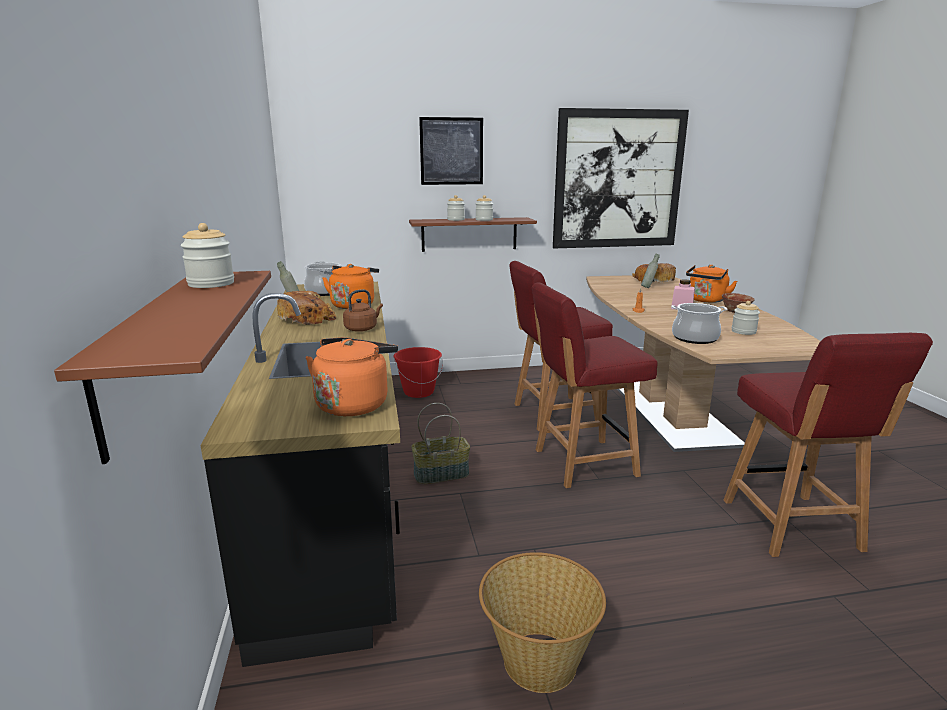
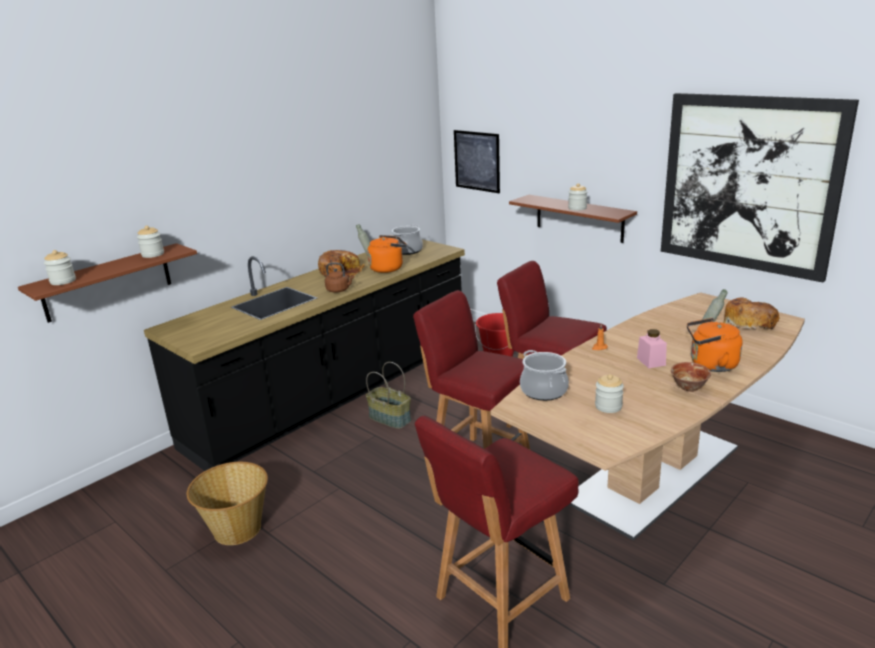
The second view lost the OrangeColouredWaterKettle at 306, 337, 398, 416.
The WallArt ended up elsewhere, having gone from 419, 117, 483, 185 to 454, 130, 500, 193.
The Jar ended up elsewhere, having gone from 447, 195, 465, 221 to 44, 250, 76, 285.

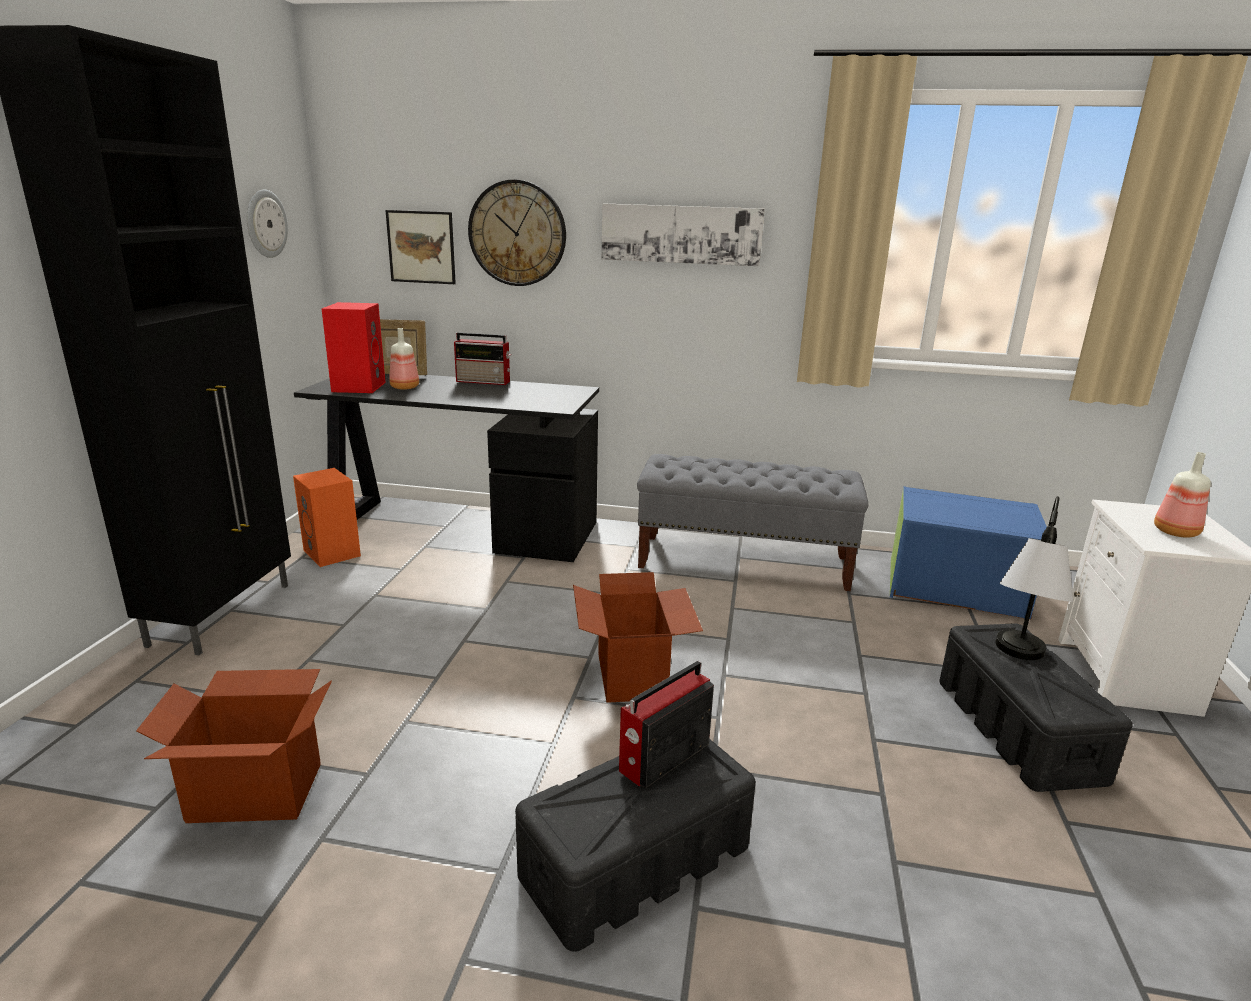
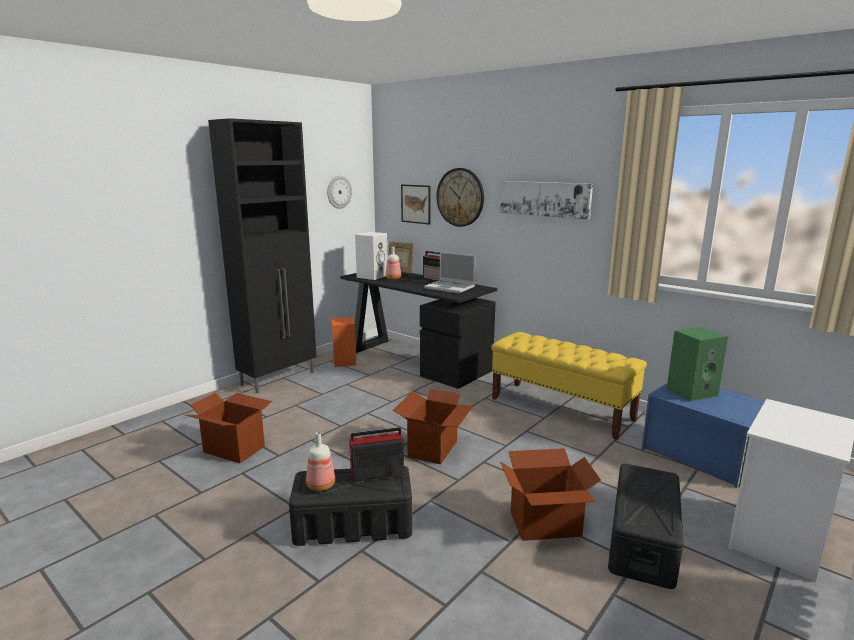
What was the RedColouredAudioSpeaker at 322, 302, 386, 393 turned into the WhiteColouredAudioSpeaker at 355, 232, 387, 280.
What was the GreyLongSeat at 637, 454, 868, 591 turned into the YellowColouredLongSeat at 491, 332, 647, 440.
The second view lost the LampForATable at 995, 496, 1073, 660.
The BeverageBottle ended up elsewhere, having gone from 1154, 452, 1211, 538 to 306, 432, 335, 491.
The second view gained the NotebookComputer at 424, 252, 475, 293.
The second view gained the CardboardBox at 500, 448, 601, 541.
The second view gained the GreenAudioSpeaker at 667, 327, 728, 402.

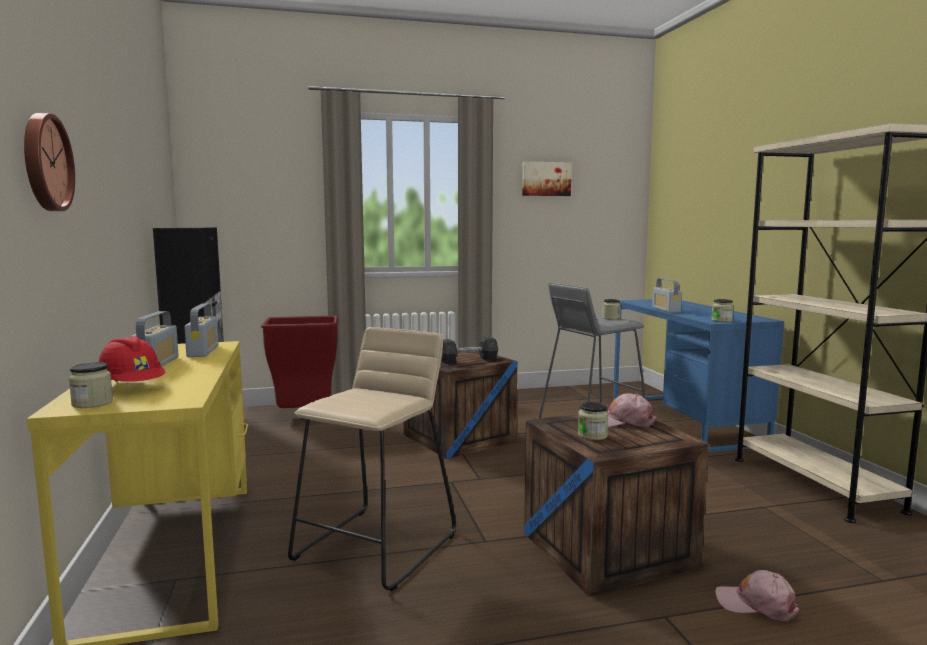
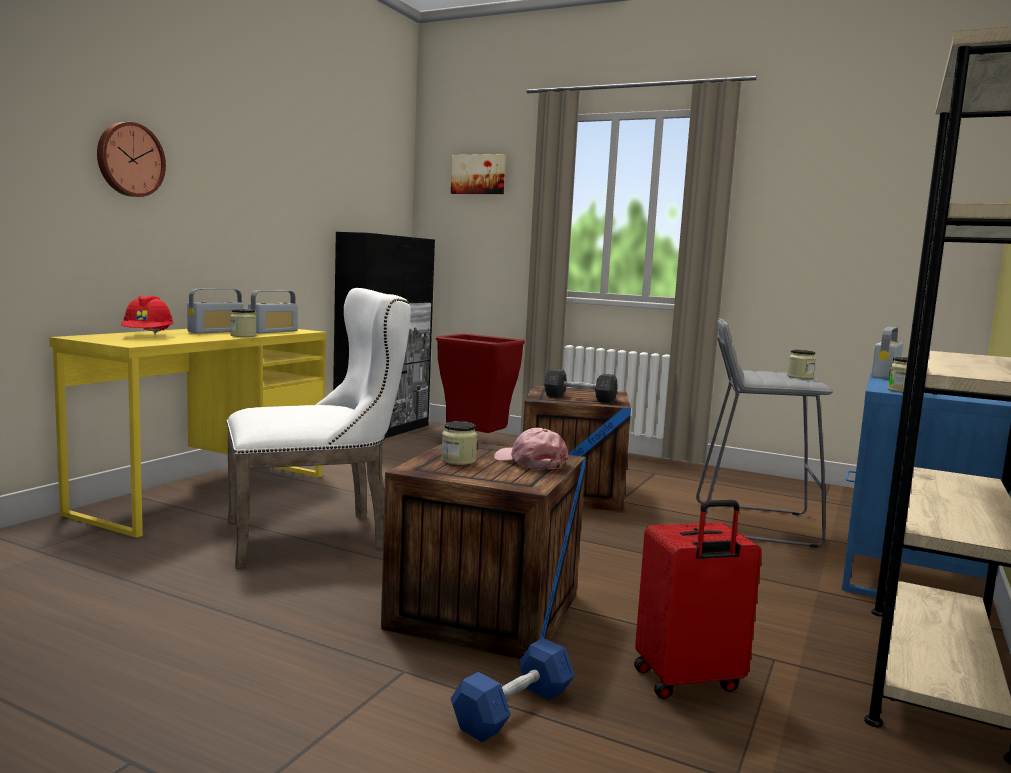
The Jar ended up elsewhere, having gone from 69, 362, 113, 408 to 230, 309, 256, 337.
Where the BeigeColouredStool stood at 288, 327, 456, 591, the WhiteColouredChair came to stand at 226, 288, 411, 569.
The WallArt ended up elsewhere, having gone from 522, 161, 572, 196 to 451, 154, 506, 194.
Where the PinkBaseballCap stood at 715, 570, 799, 621, the BlueDumbbell came to stand at 450, 638, 575, 743.
The second view gained the RedColouredTravelCase at 634, 500, 762, 699.

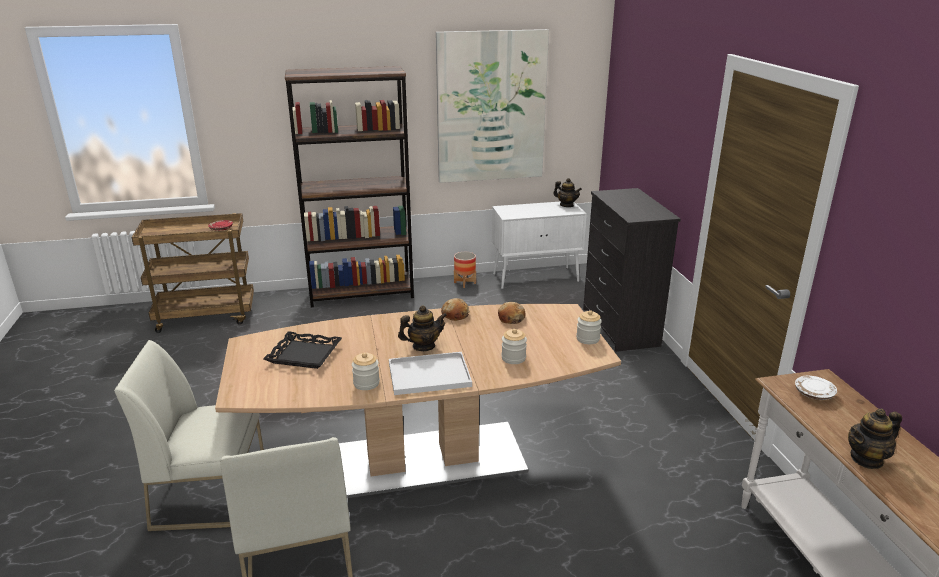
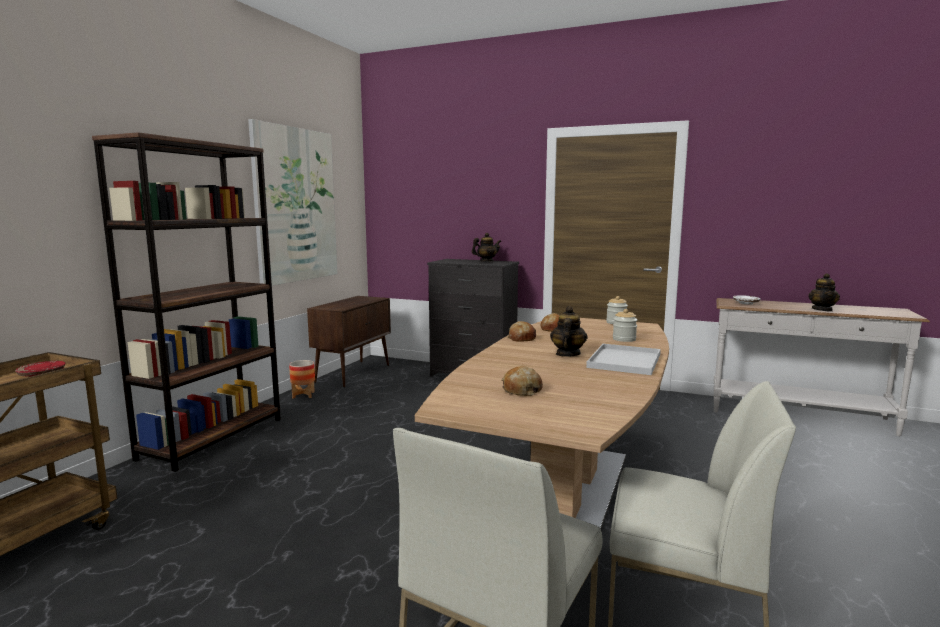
Where the BlackCarryingTray stood at 263, 331, 342, 369, the BakeryBread came to stand at 501, 366, 543, 396.
The second view lost the Jar at 352, 353, 380, 390.
What was the WhiteColouredStorageCabinet at 492, 202, 587, 289 turned into the BrownStorageCabinet at 307, 296, 391, 388.
The TeaPot ended up elsewhere, having gone from 553, 178, 582, 207 to 472, 233, 501, 261.

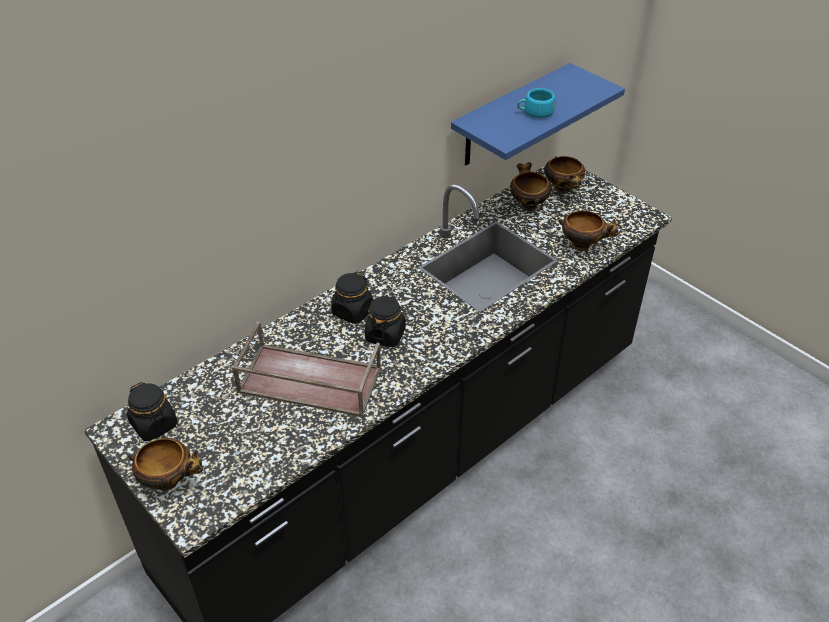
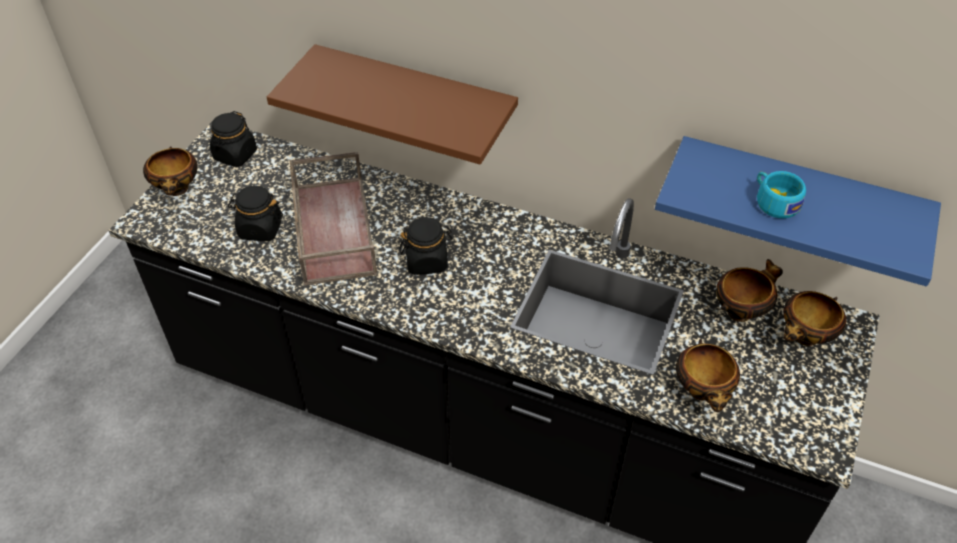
The BlackJar ended up elsewhere, having gone from 331, 272, 373, 324 to 228, 185, 283, 241.
The second view gained the BrownWallShelf at 267, 44, 518, 165.

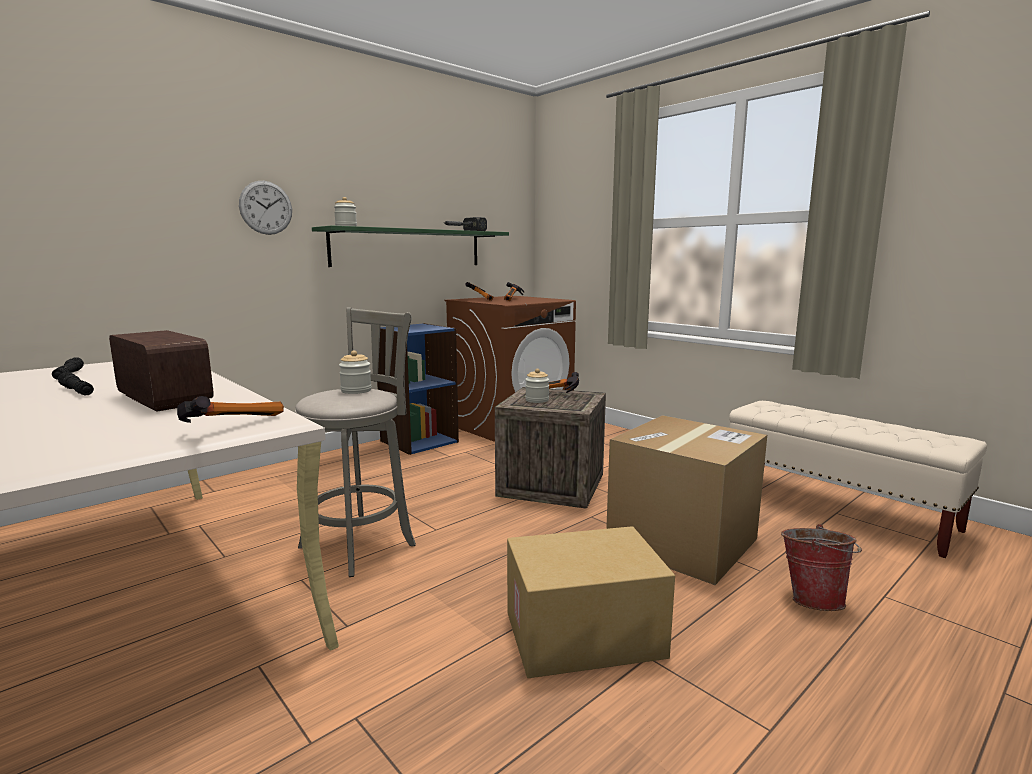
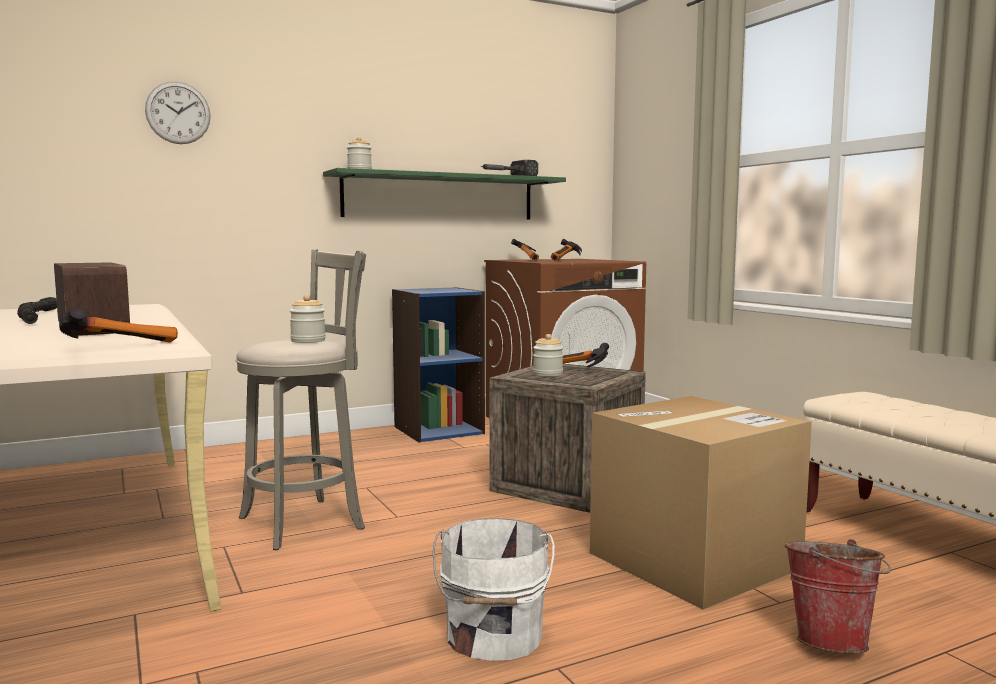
The WallClock ended up elsewhere, having gone from 239, 181, 292, 235 to 145, 81, 211, 144.
Where the CardboardBox stood at 507, 526, 675, 678, the WhiteColouredWaterBucket came to stand at 433, 518, 555, 661.

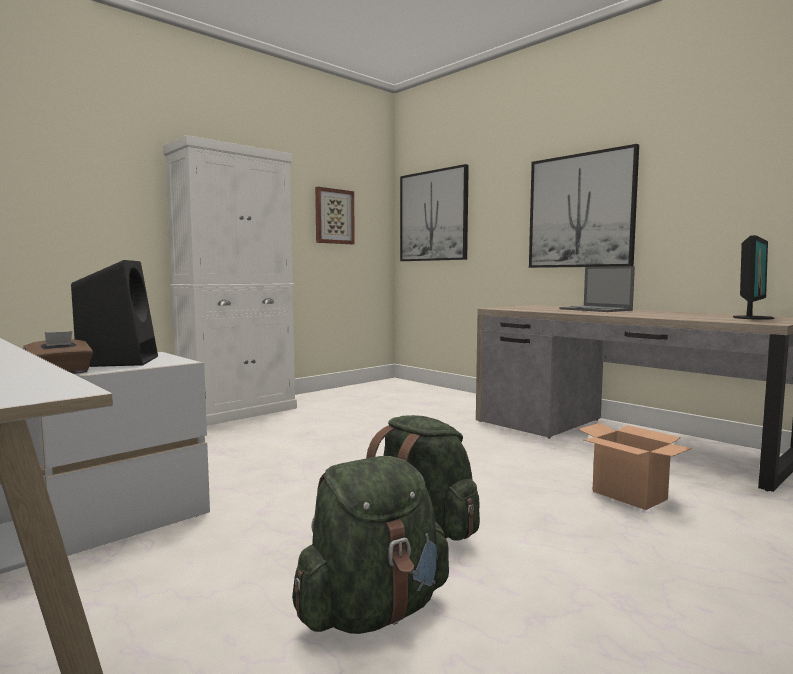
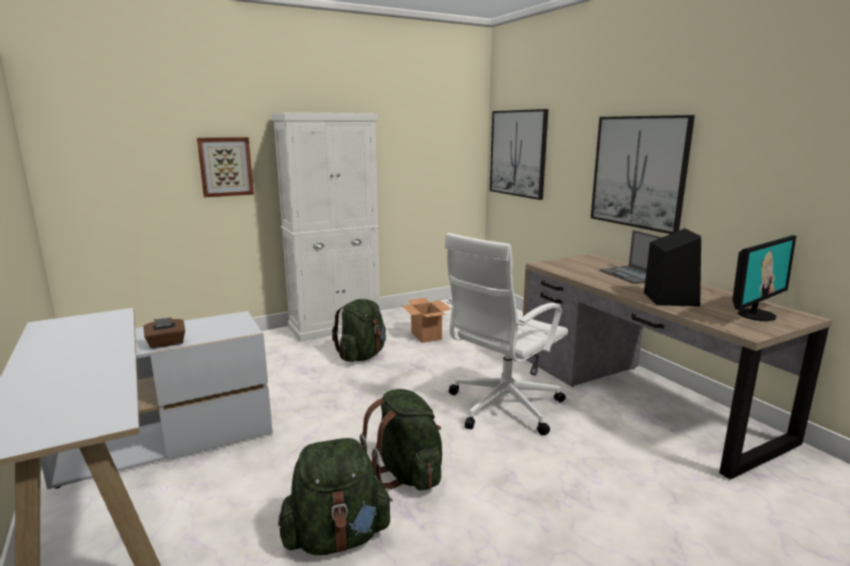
The BlackAudioSpeaker ended up elsewhere, having gone from 71, 260, 158, 367 to 644, 228, 701, 306.
The WallArt ended up elsewhere, having gone from 315, 187, 355, 244 to 197, 137, 254, 197.
The CardboardBox ended up elsewhere, having gone from 579, 423, 692, 510 to 402, 298, 451, 343.
The second view gained the GreenBackpack at 332, 299, 386, 362.
The second view gained the WhiteColouredOfficeChair at 445, 233, 568, 435.

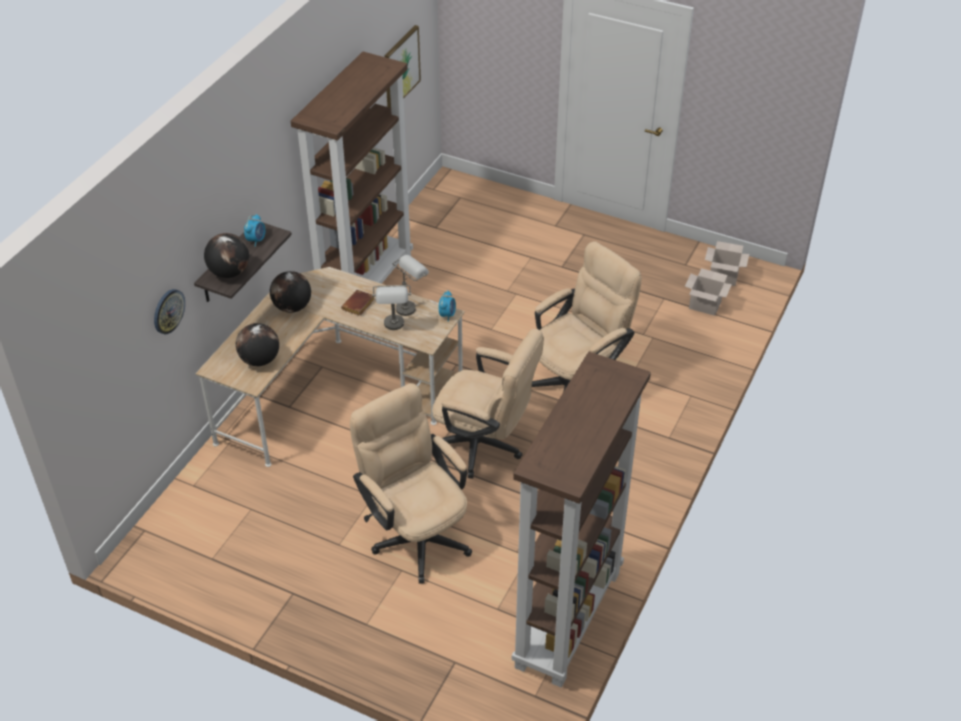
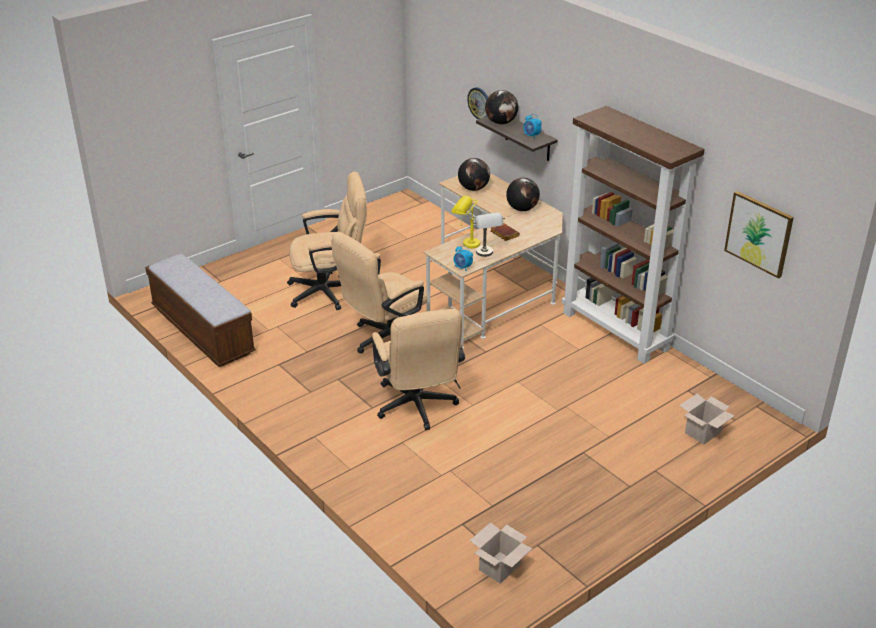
What was the GreyLampForATable at 372, 285, 411, 330 turned into the YellowColouredLampForATable at 451, 196, 480, 248.
Where the BrownShelvingUnit stood at 512, 352, 651, 688, the LongSeat came to stand at 145, 254, 256, 367.
The CardboardBox ended up elsewhere, having gone from 685, 268, 732, 316 to 679, 394, 735, 444.

